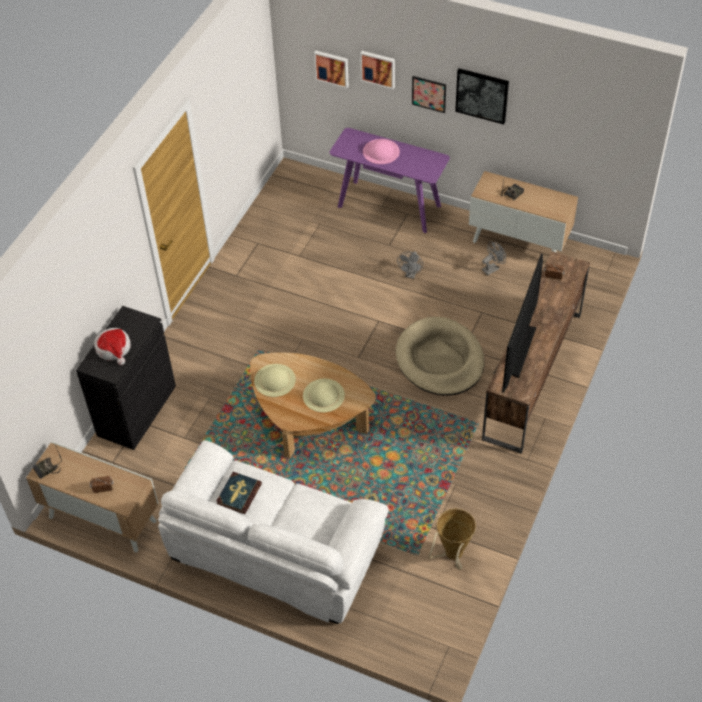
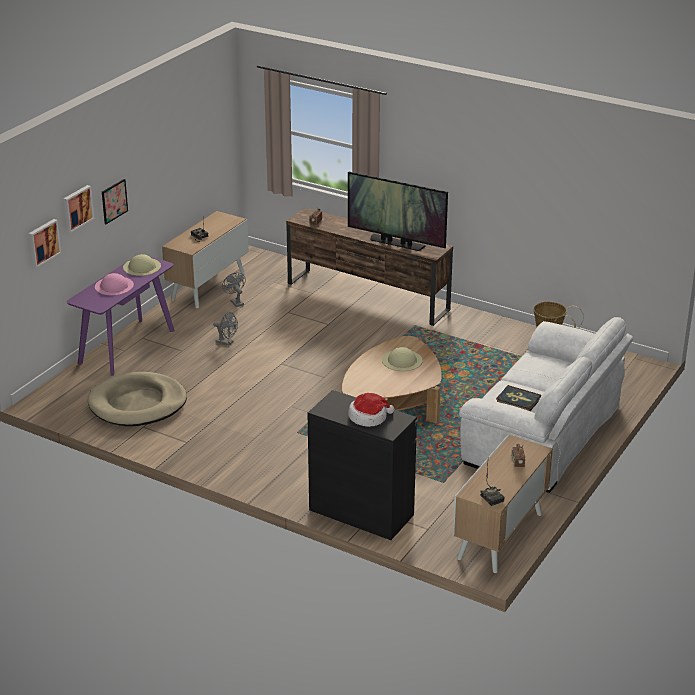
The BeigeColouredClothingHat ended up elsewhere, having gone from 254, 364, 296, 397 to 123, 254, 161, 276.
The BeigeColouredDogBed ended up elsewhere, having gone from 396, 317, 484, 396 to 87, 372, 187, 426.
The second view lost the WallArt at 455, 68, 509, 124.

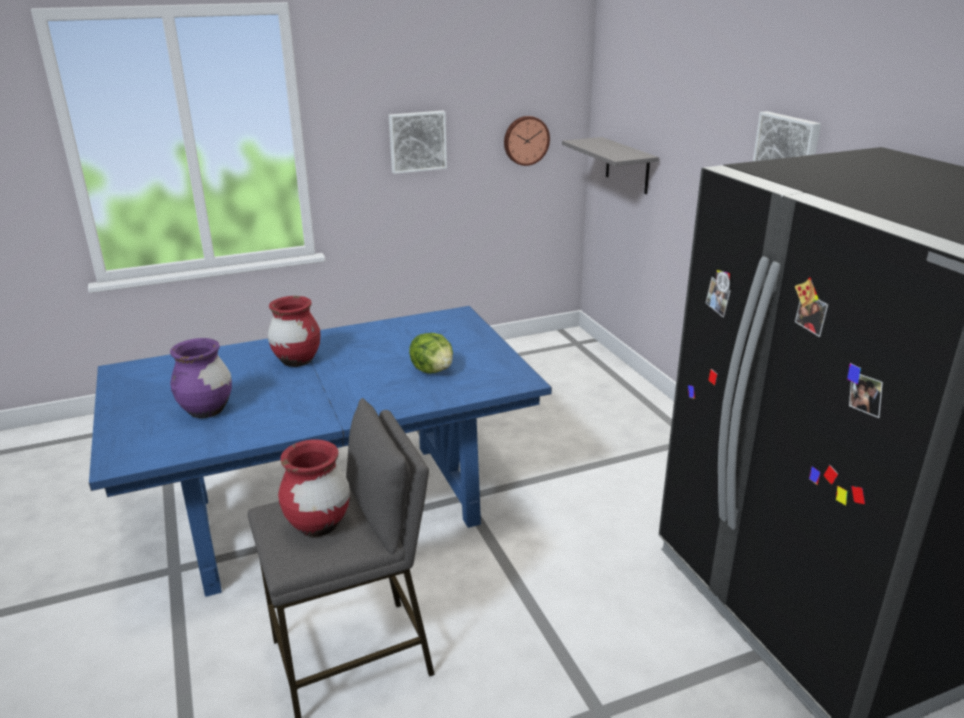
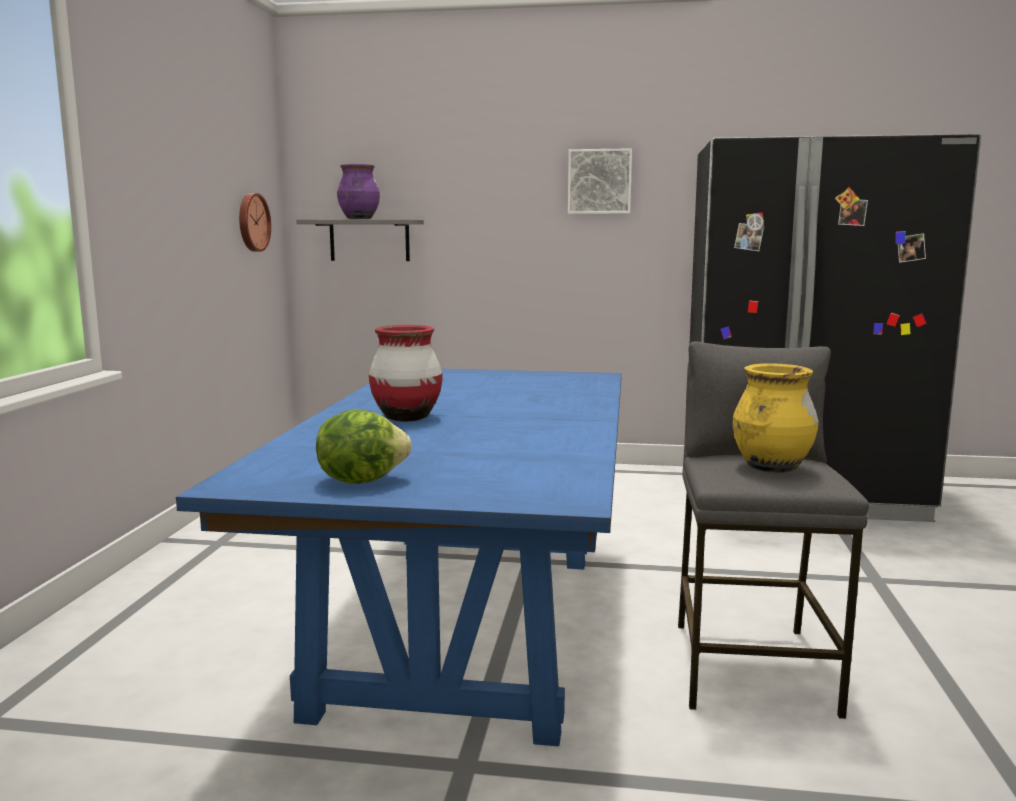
The PurpleVase ended up elsewhere, having gone from 170, 338, 232, 418 to 337, 164, 380, 219.
What was the RedColouredVase at 278, 439, 350, 537 turned into the YellowColouredVase at 733, 363, 818, 473.
The second view lost the WallArt at 389, 111, 447, 174.
The HeadOfLettuce ended up elsewhere, having gone from 409, 333, 453, 374 to 316, 409, 412, 484.

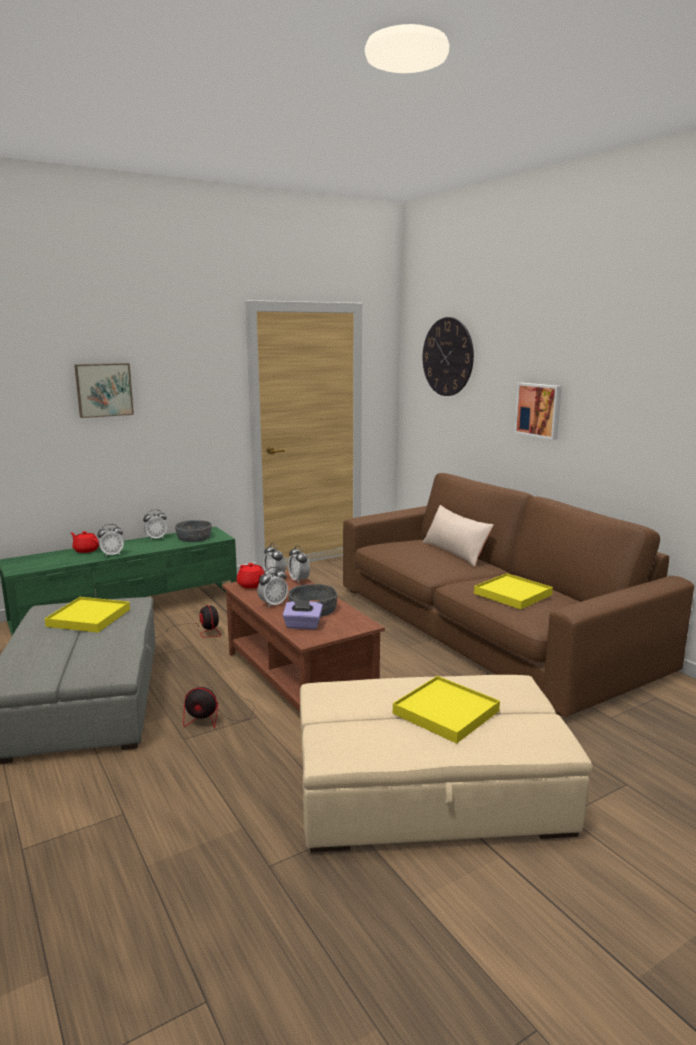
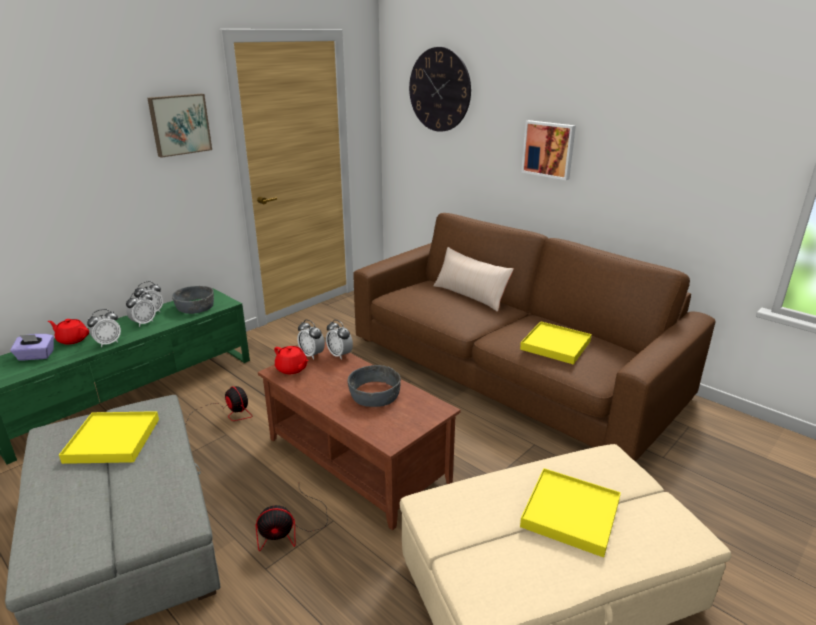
The WallArt ended up elsewhere, having gone from 74, 363, 134, 418 to 148, 94, 212, 158.
The BedsideClock ended up elsewhere, having gone from 257, 567, 288, 608 to 126, 291, 156, 327.
The PurpleTissueBox ended up elsewhere, having gone from 283, 600, 323, 629 to 10, 334, 54, 361.

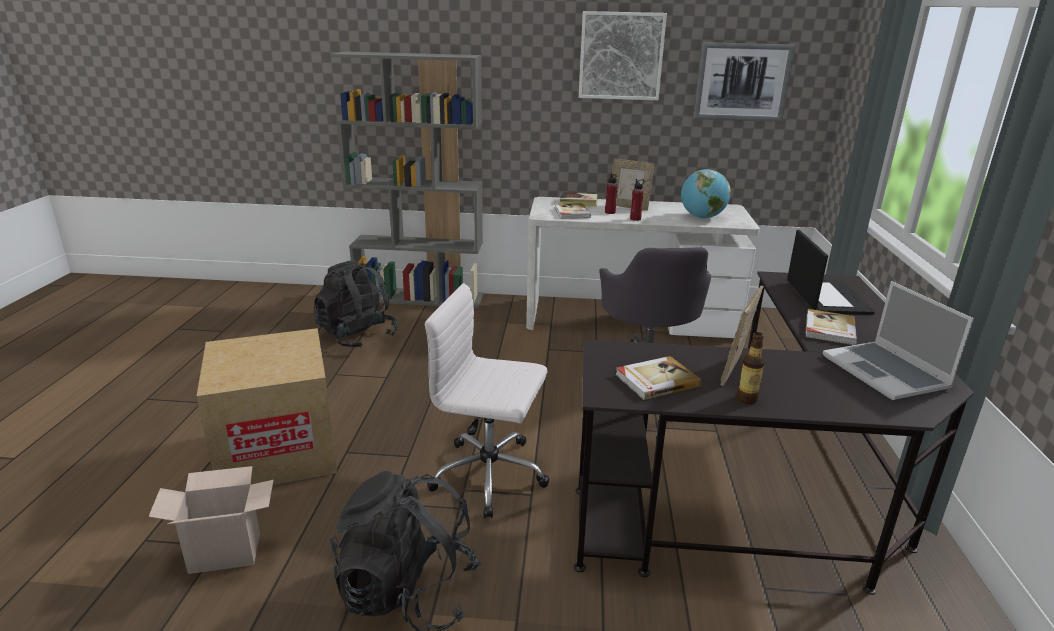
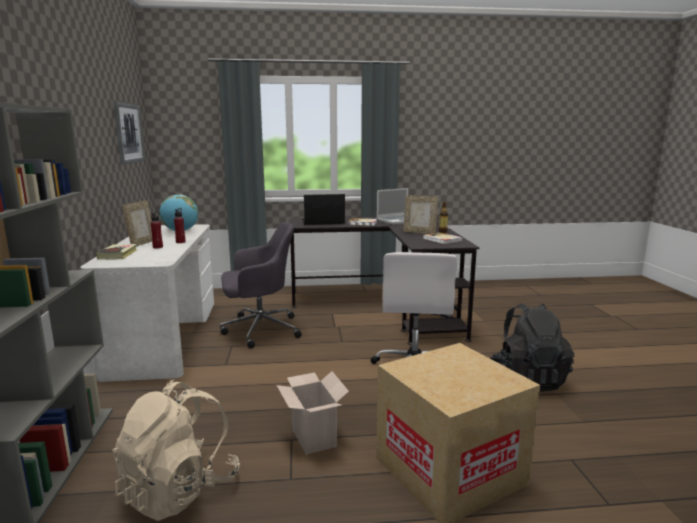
The CardboardBox ended up elsewhere, having gone from 148, 466, 274, 574 to 276, 371, 349, 455.
What was the BlackBackpack at 314, 259, 398, 348 turned into the BeigeColouredBackpack at 112, 379, 240, 521.
The second view lost the BoundBook at 555, 203, 591, 219.
The second view lost the WallArt at 579, 11, 667, 100.

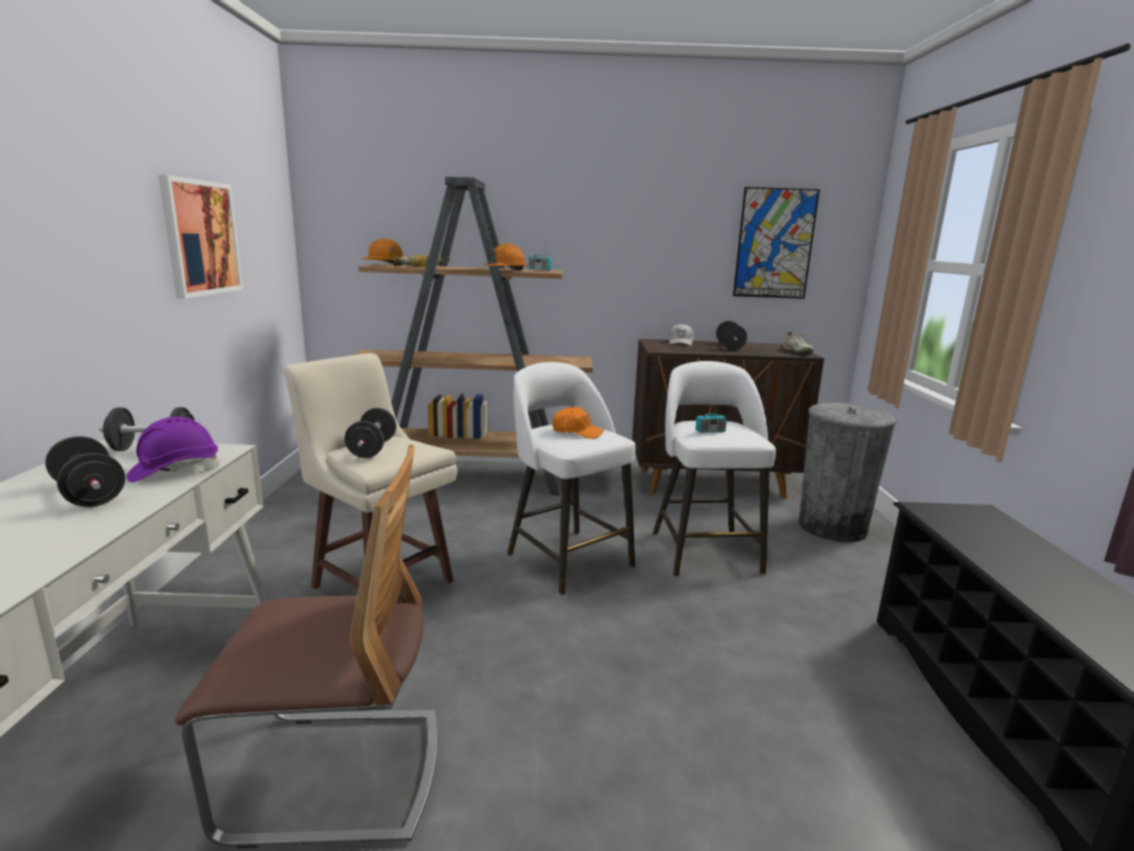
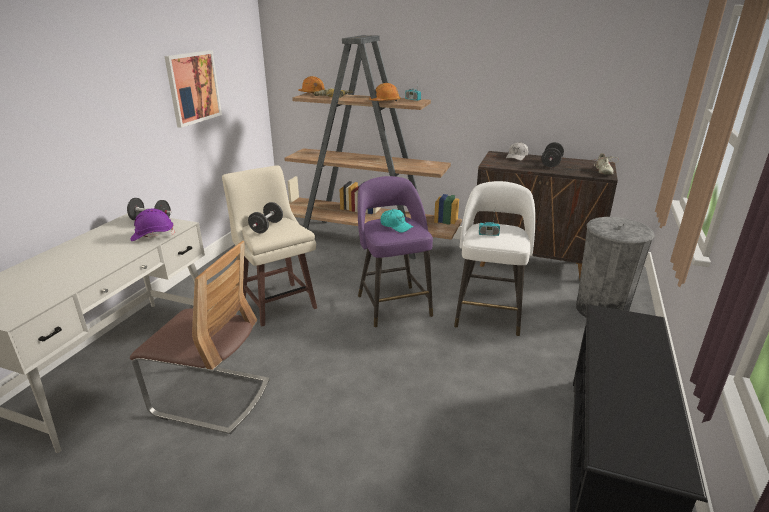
The second view lost the BlackDumbbell at 45, 436, 125, 507.
What was the WhiteColouredStool at 507, 362, 636, 595 turned into the PurpleStool at 358, 176, 433, 327.
What was the OrangeColouredBaseballCap at 552, 406, 604, 439 turned into the TurquoiseBaseballCap at 380, 209, 413, 233.
The second view lost the WallArt at 733, 187, 820, 299.

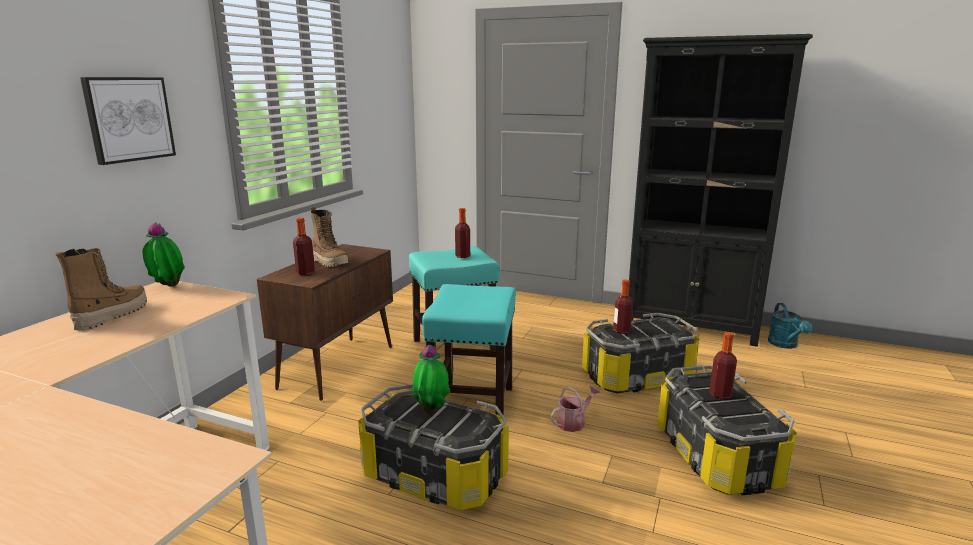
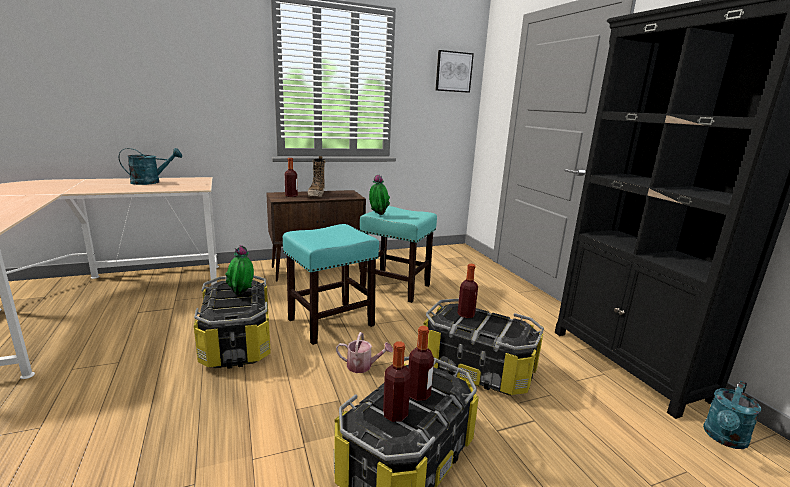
Where the TallBoot stood at 56, 248, 147, 331, the TurquoiseWateringCan came to stand at 119, 148, 182, 185.
The WallArt ended up elsewhere, having gone from 80, 77, 176, 165 to 435, 50, 474, 93.
The PottedPlant ended up elsewhere, having gone from 143, 223, 185, 287 to 369, 174, 390, 215.
The BeverageBottle ended up elsewhere, having gone from 455, 208, 470, 258 to 383, 341, 411, 422.

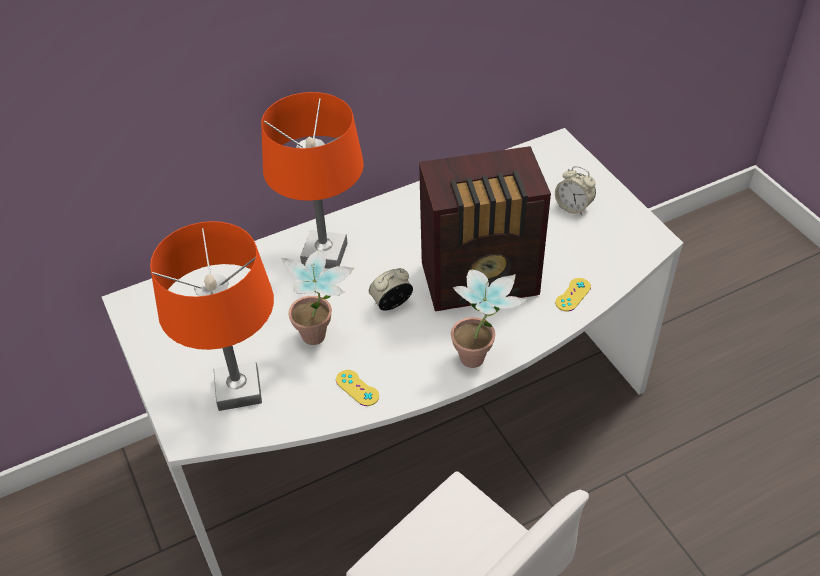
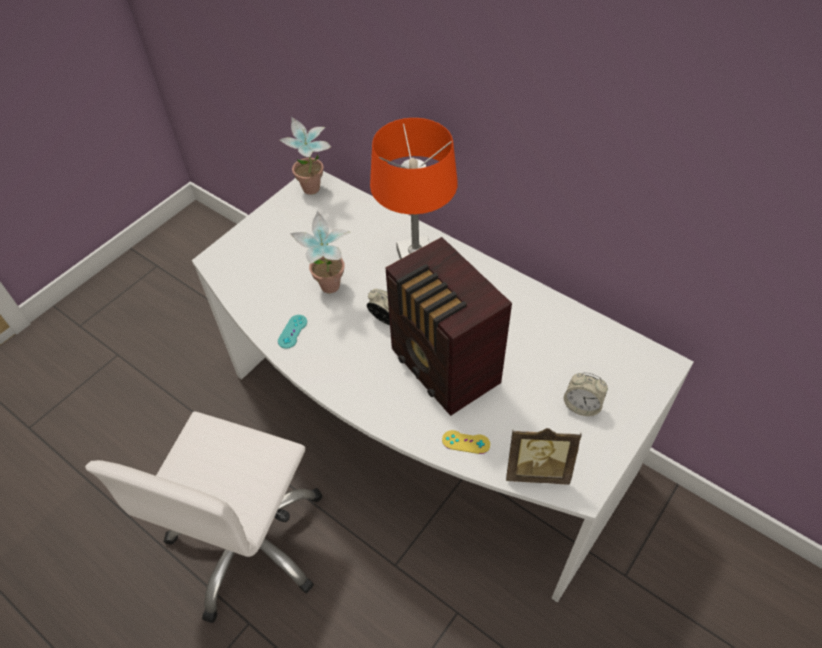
The second view lost the OrangeColouredLampForATable at 150, 221, 274, 411.
What was the YellowColouredGamepad at 336, 370, 379, 406 turned into the TurquoiseGamepad at 278, 315, 307, 349.
The PottedPlant ended up elsewhere, having gone from 451, 270, 526, 368 to 280, 117, 332, 195.
The BedsideClock at 555, 166, 596, 216 ended up facing another way, 75 degrees counterclockwise from before.
The second view gained the PictureFrame at 506, 428, 582, 485.

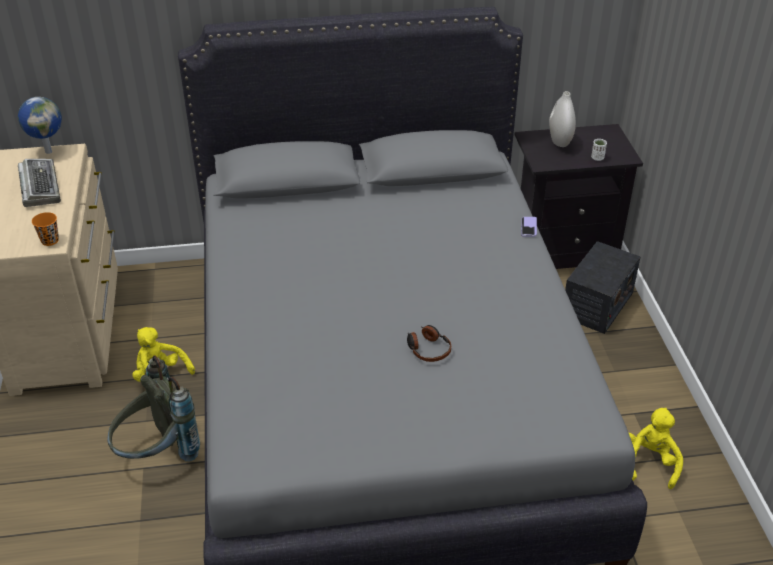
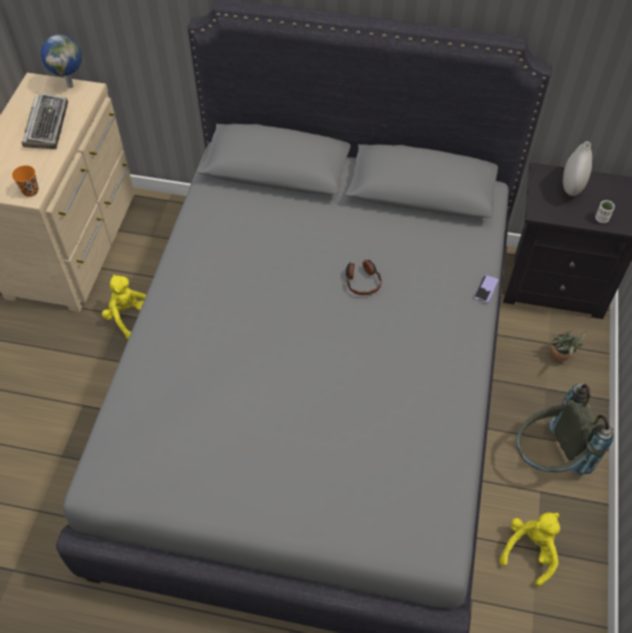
The GreyBackpack ended up elsewhere, having gone from 107, 355, 200, 461 to 516, 383, 614, 475.
The Headset ended up elsewhere, having gone from 407, 325, 451, 362 to 346, 259, 382, 295.
Where the RadioReceiver stood at 565, 241, 641, 334, the PottedPlant came to stand at 551, 330, 587, 362.

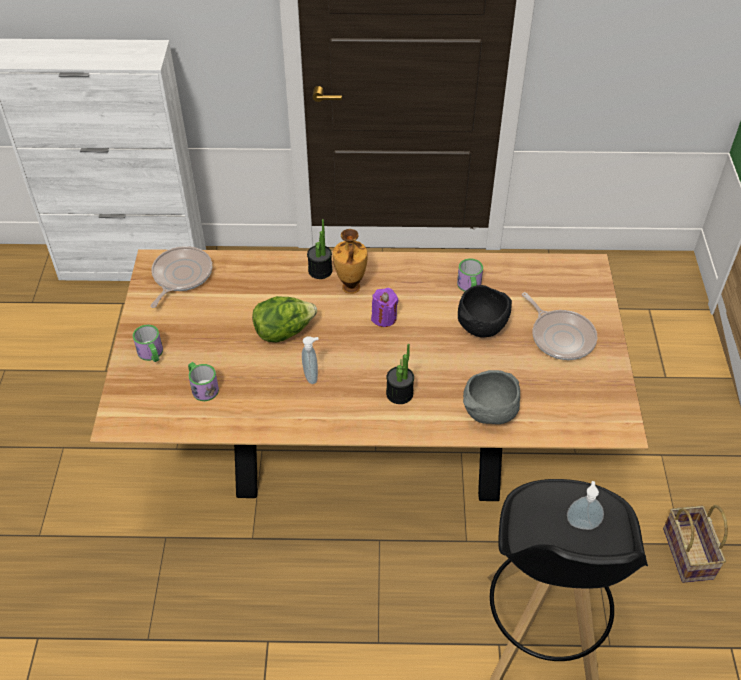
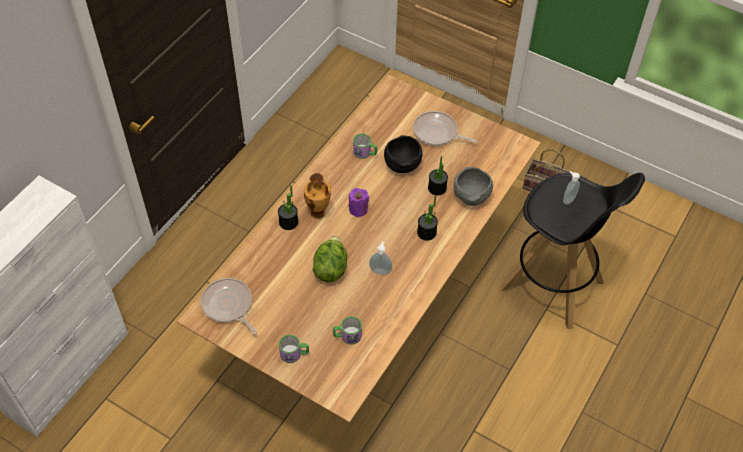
The Pan at 522, 292, 597, 360 ended up facing another way, 150 degrees counterclockwise from before.
The second view gained the PottedPlant at 428, 156, 448, 196.

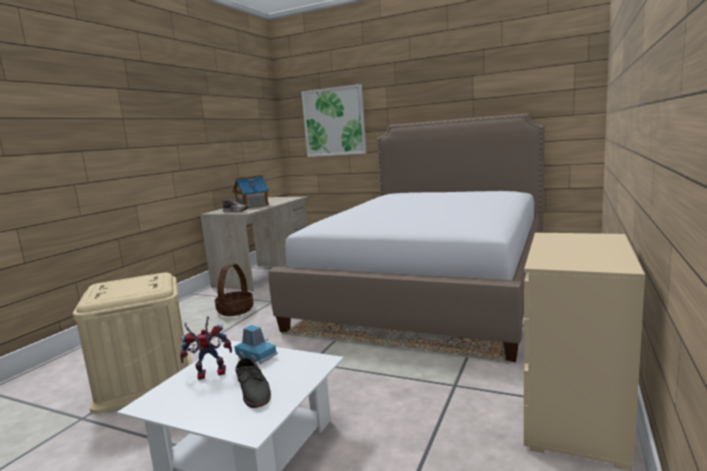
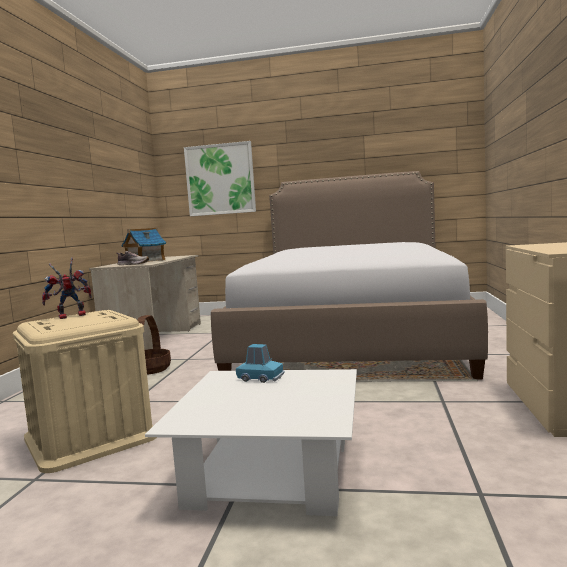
The ToyRobot ended up elsewhere, having gone from 180, 316, 232, 380 to 42, 258, 91, 319.
The second view lost the GreyItemOfFootwear at 236, 357, 271, 408.

